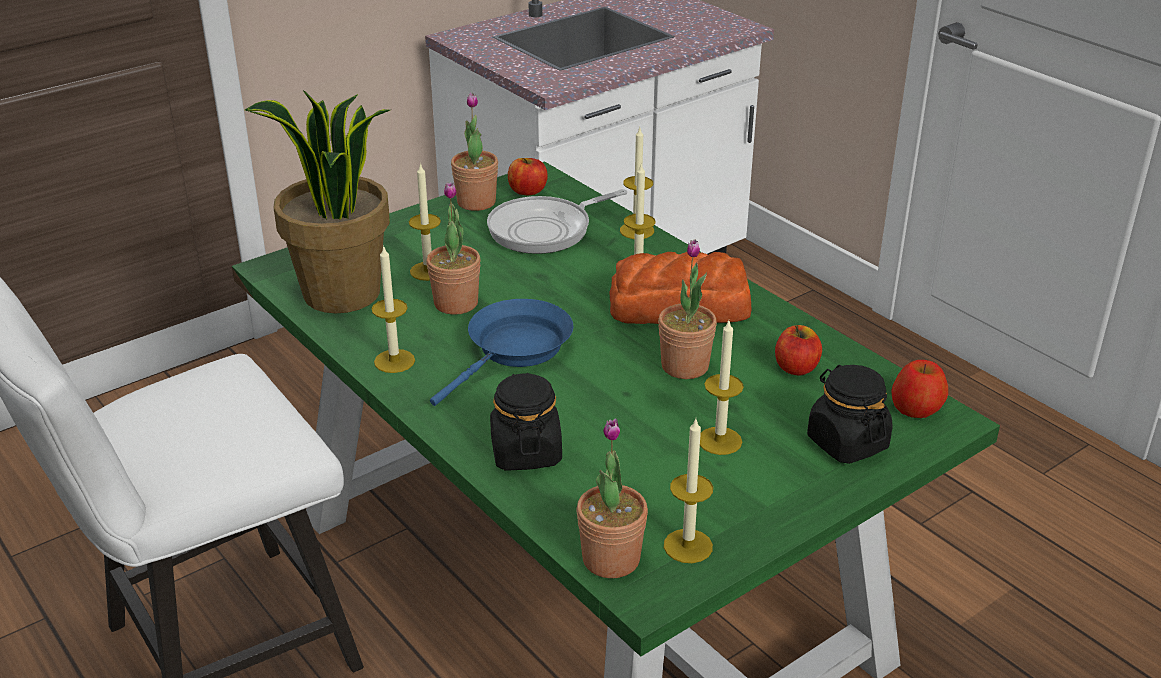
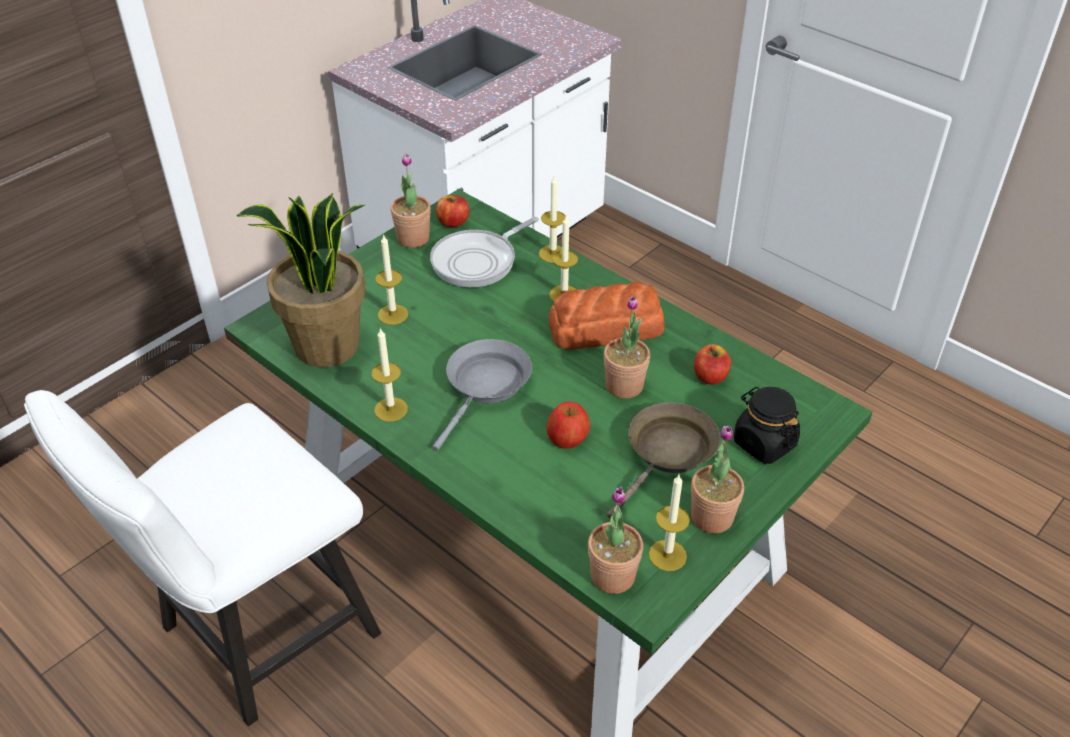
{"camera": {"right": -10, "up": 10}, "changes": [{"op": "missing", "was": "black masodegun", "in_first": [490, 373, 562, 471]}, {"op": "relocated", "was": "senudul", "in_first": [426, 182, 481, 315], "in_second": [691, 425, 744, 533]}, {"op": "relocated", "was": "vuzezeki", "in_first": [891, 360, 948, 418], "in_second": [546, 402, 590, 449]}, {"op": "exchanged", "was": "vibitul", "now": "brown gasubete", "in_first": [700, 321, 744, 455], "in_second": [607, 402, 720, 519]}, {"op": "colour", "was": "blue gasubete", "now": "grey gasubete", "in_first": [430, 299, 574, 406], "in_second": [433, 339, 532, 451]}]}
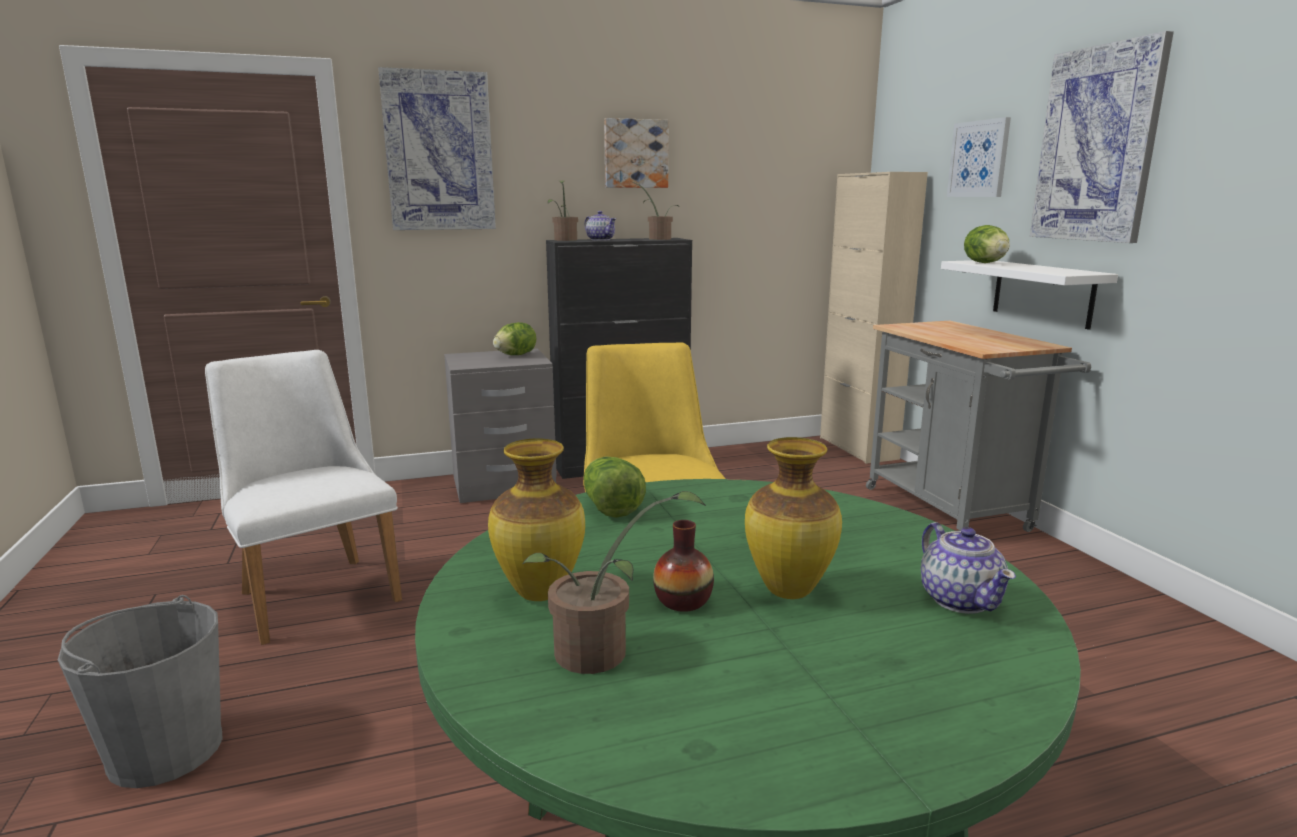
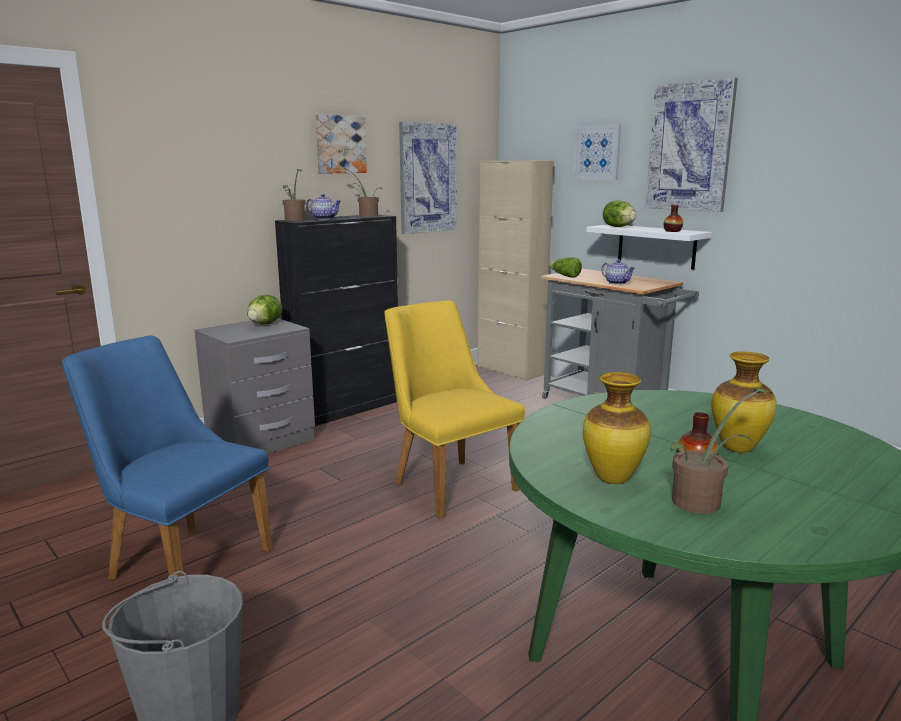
{"camera": {"right": -25, "up": 0}, "changes": [{"op": "appeared", "now": "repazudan", "in_second": [664, 205, 683, 232]}, {"op": "relocated", "was": "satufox", "in_first": [378, 67, 496, 230], "in_second": [399, 122, 457, 234]}, {"op": "relocated", "was": "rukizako", "in_first": [584, 457, 646, 518], "in_second": [549, 257, 582, 278]}, {"op": "relocated", "was": "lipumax", "in_first": [921, 522, 1016, 614], "in_second": [601, 260, 635, 285]}, {"op": "colour", "was": "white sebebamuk", "now": "blue sebebamuk", "in_first": [205, 350, 402, 645], "in_second": [62, 336, 273, 580]}]}
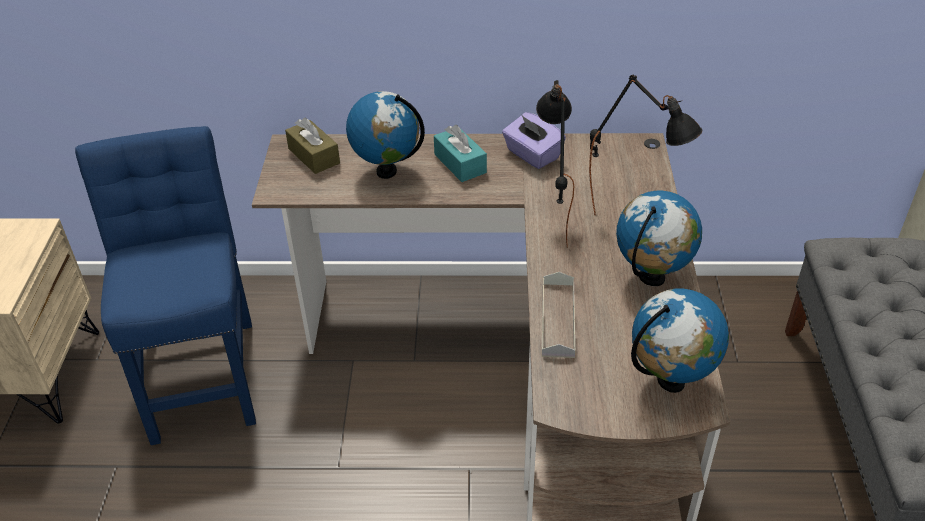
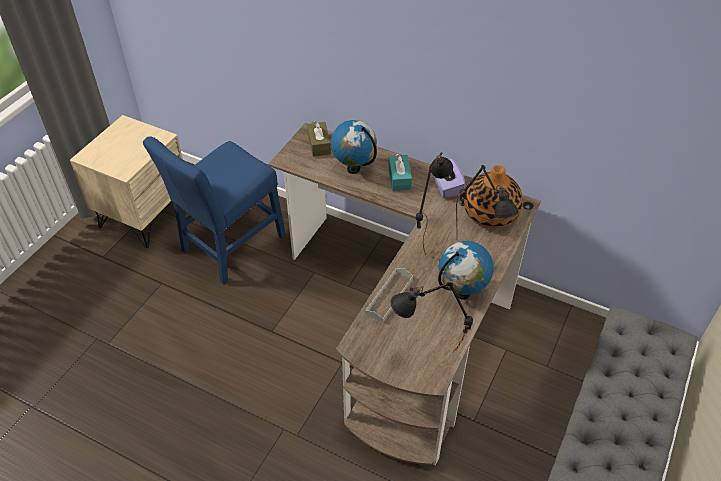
{"camera": {"right": 25, "up": 5}, "changes": [{"op": "appeared", "now": "repazudan", "in_second": [464, 165, 523, 228]}, {"op": "exchanged", "was": "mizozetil", "now": "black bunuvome", "in_first": [631, 288, 729, 393], "in_second": [390, 282, 473, 353]}, {"op": "spun", "was": "blue sebebamuk", "in_first": [75, 126, 256, 445], "in_second": [143, 136, 286, 285], "clockwise": -150}]}
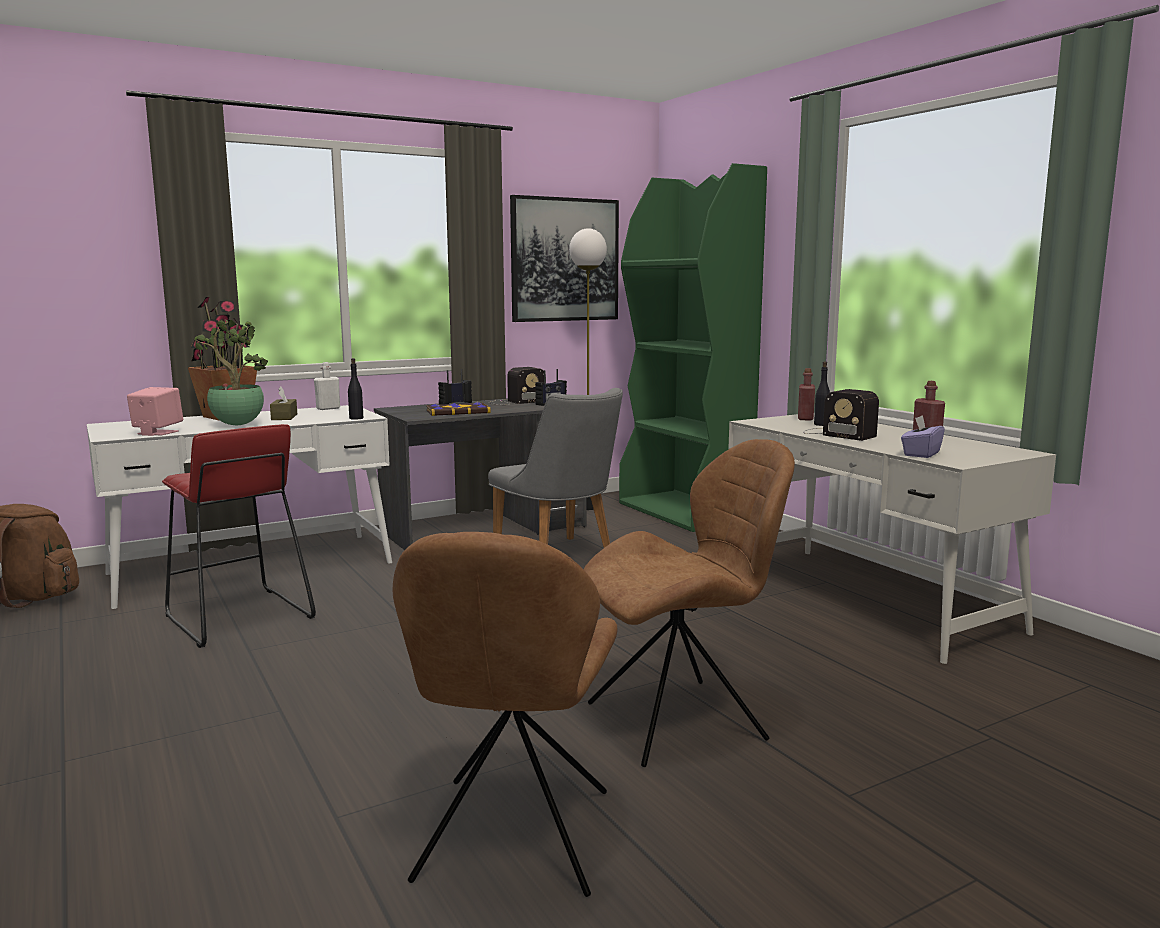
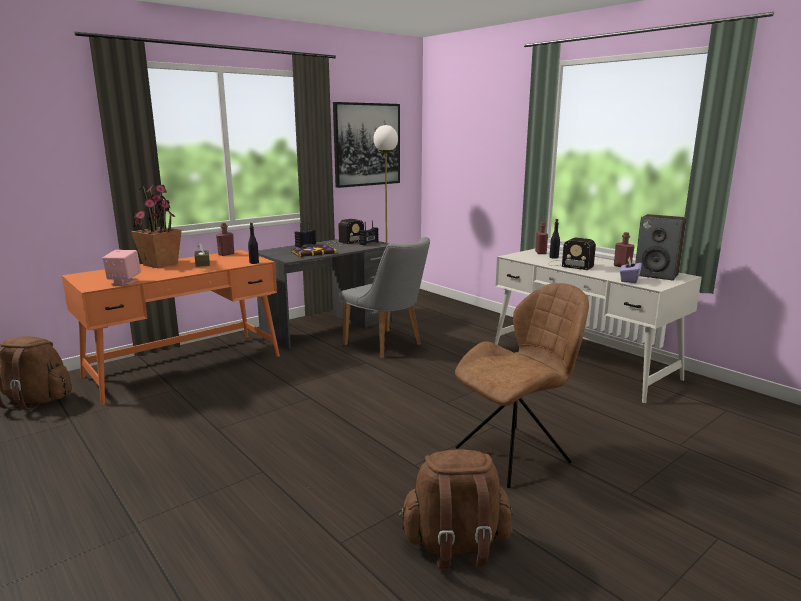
{"camera": {"right": -10, "up": 5}, "changes": [{"op": "missing", "was": "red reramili", "in_first": [162, 424, 316, 648]}, {"op": "missing", "was": "senudul", "in_first": [195, 319, 268, 425]}, {"op": "missing", "was": "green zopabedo", "in_first": [619, 163, 767, 532]}, {"op": "appeared", "now": "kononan", "in_second": [635, 214, 686, 281]}, {"op": "exchanged", "was": "brown sebebamuk", "now": "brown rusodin", "in_first": [392, 532, 618, 897], "in_second": [399, 449, 513, 569]}, {"op": "colour", "was": "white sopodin", "now": "orange sopodin", "in_first": [87, 405, 392, 609], "in_second": [62, 250, 280, 405]}, {"op": "colour", "was": "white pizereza", "now": "red pizereza", "in_first": [314, 362, 340, 410], "in_second": [216, 223, 234, 256]}]}
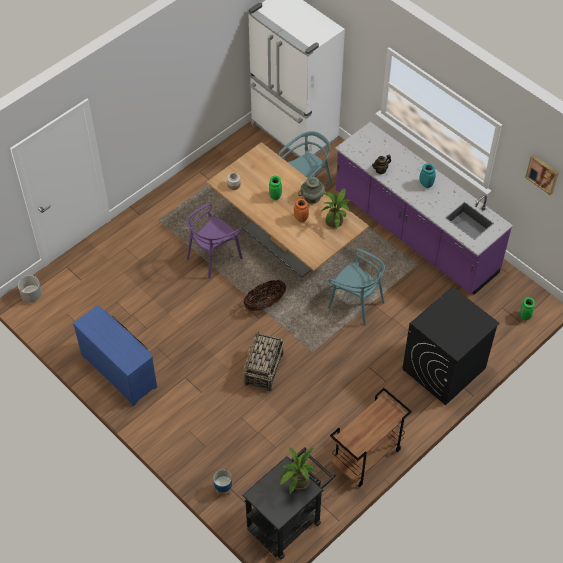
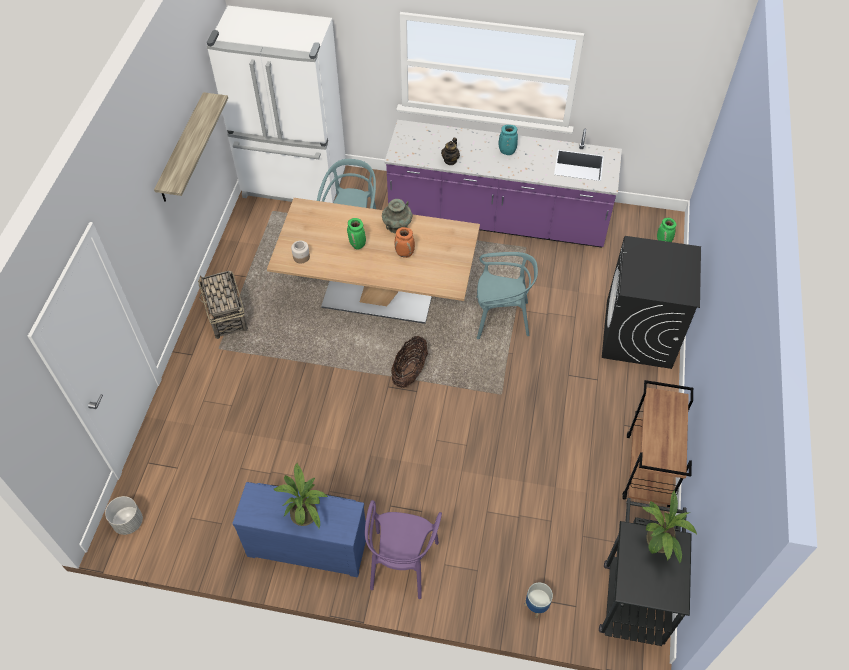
{"camera": {"right": -35, "up": 0}, "changes": [{"op": "missing", "was": "satufox", "in_first": [525, 155, 559, 195]}, {"op": "appeared", "now": "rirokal", "in_second": [154, 92, 228, 202]}, {"op": "relocated", "was": "purple sebebamuk", "in_first": [187, 203, 242, 279], "in_second": [365, 500, 442, 599]}, {"op": "relocated", "was": "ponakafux", "in_first": [243, 332, 284, 391], "in_second": [198, 271, 248, 339]}, {"op": "relocated", "was": "senudul", "in_first": [321, 188, 350, 229], "in_second": [273, 463, 328, 528]}]}
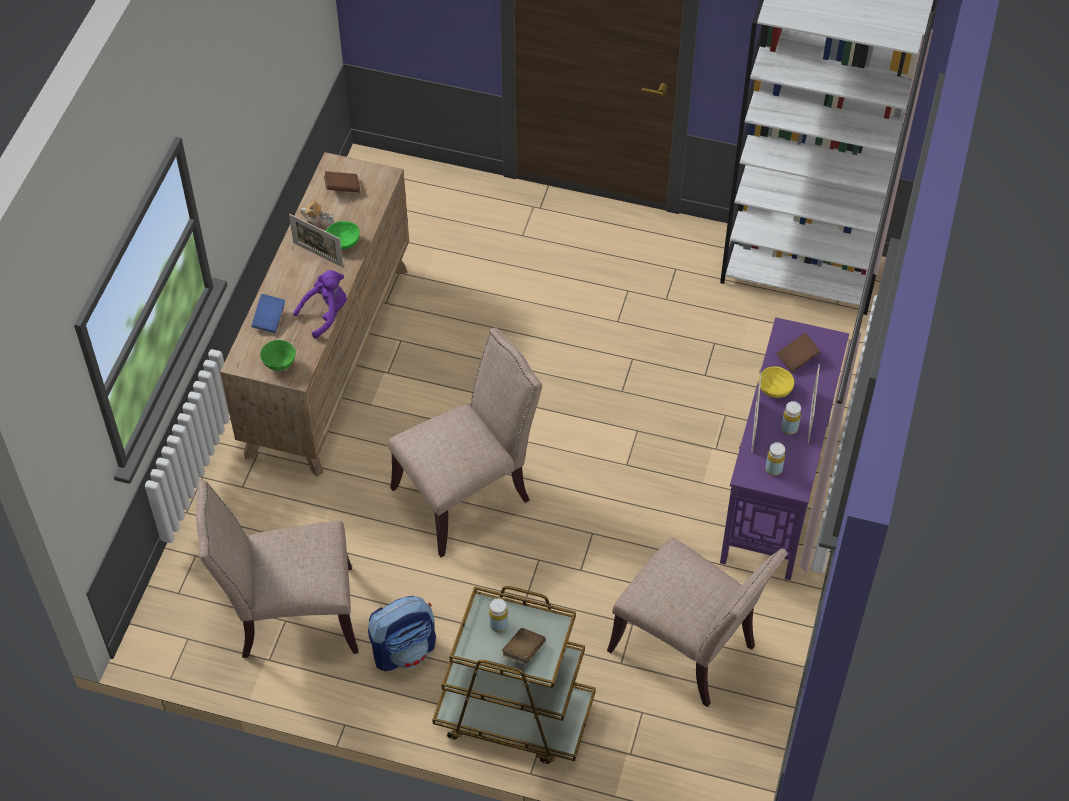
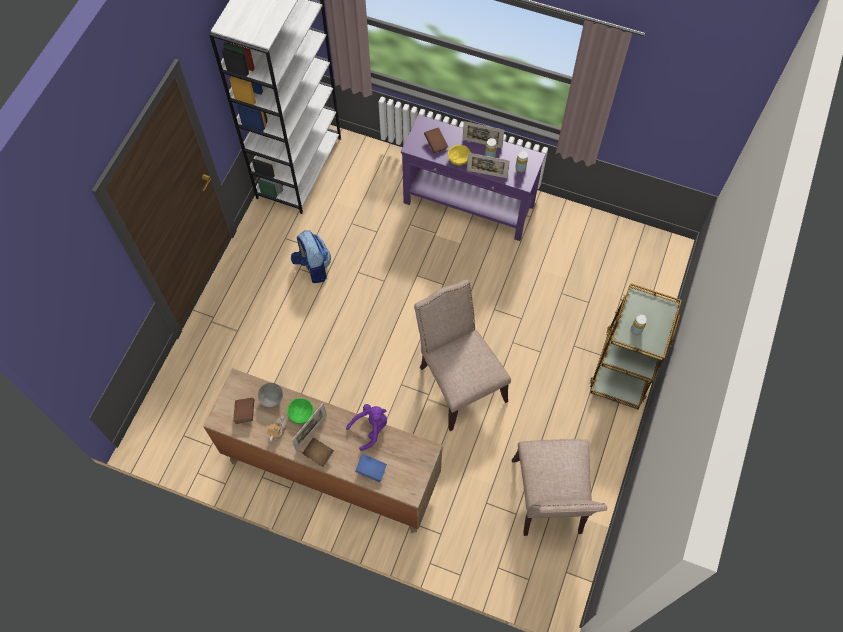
{"camera": {"right": -85, "up": 10}, "changes": [{"op": "missing", "was": "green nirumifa", "in_first": [260, 340, 296, 371]}, {"op": "missing", "was": "beige sebebamuk", "in_first": [607, 537, 788, 707]}, {"op": "appeared", "now": "grey nirumifa", "in_second": [258, 383, 283, 408]}, {"op": "relocated", "was": "rusodin", "in_first": [368, 596, 436, 671], "in_second": [291, 230, 331, 283]}, {"op": "relocated", "was": "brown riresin", "in_first": [502, 628, 546, 664], "in_second": [302, 438, 334, 467]}, {"op": "spun", "was": "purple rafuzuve", "in_first": [293, 270, 346, 338], "in_second": [346, 404, 387, 451], "clockwise": 90}]}
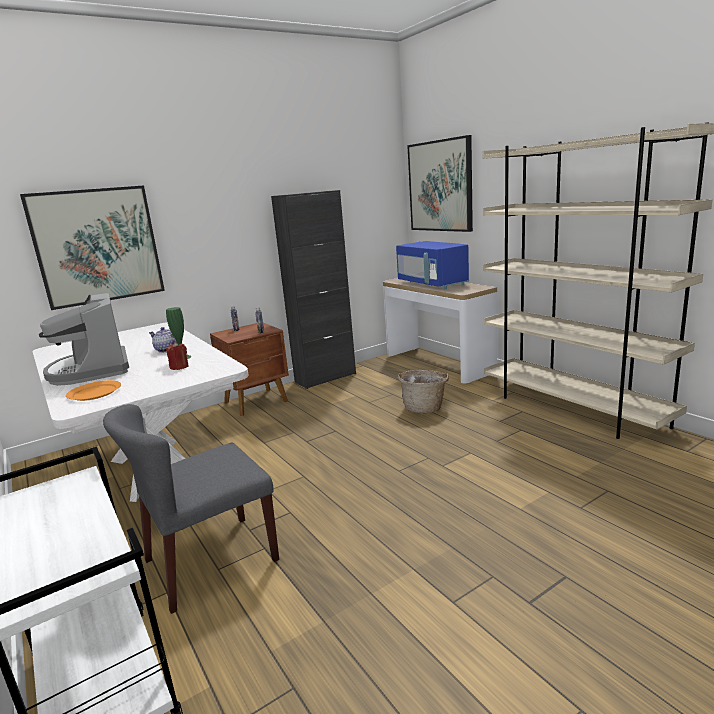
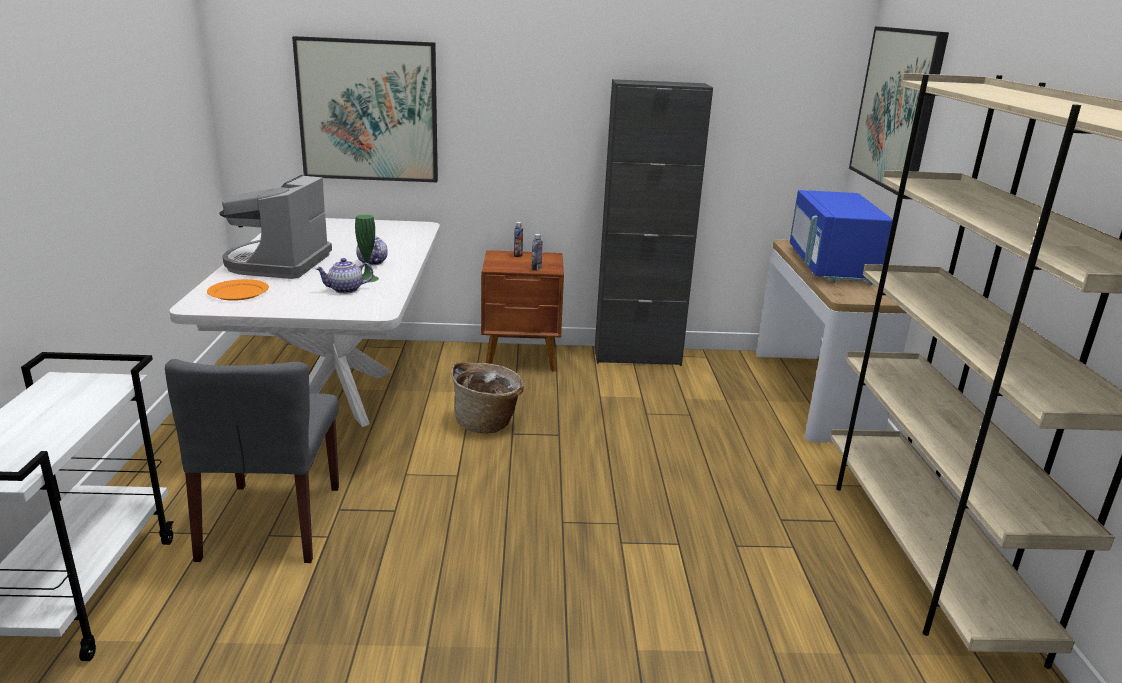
{"camera": {"right": 30, "up": 5}, "changes": [{"op": "relocated", "was": "ponakafux", "in_first": [397, 370, 449, 413], "in_second": [452, 362, 524, 433]}, {"op": "exchanged", "was": "red vibitul", "now": "lipumax", "in_first": [166, 342, 189, 370], "in_second": [315, 258, 373, 294]}, {"op": "spun", "was": "grey sebebamuk", "in_first": [103, 404, 279, 614], "in_second": [165, 359, 339, 563], "clockwise": -90}]}
